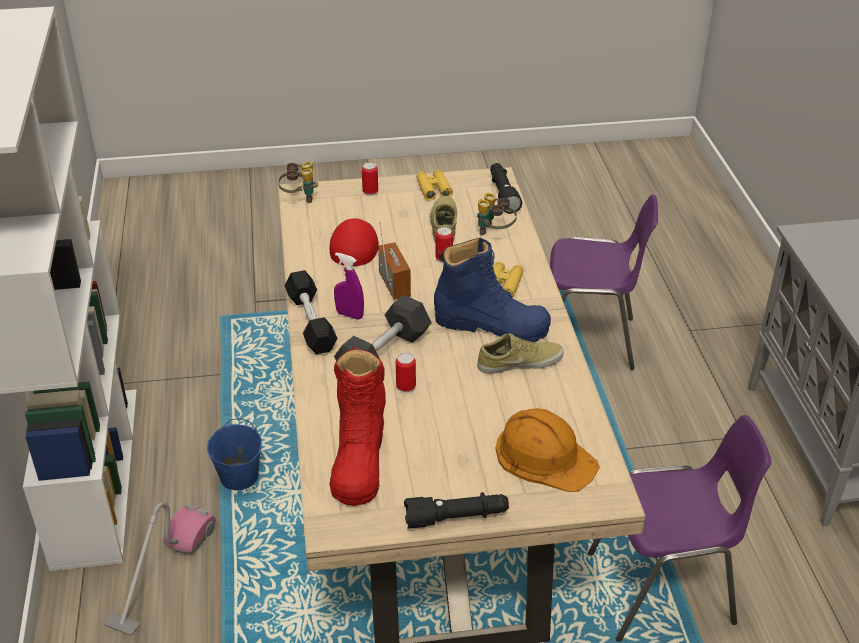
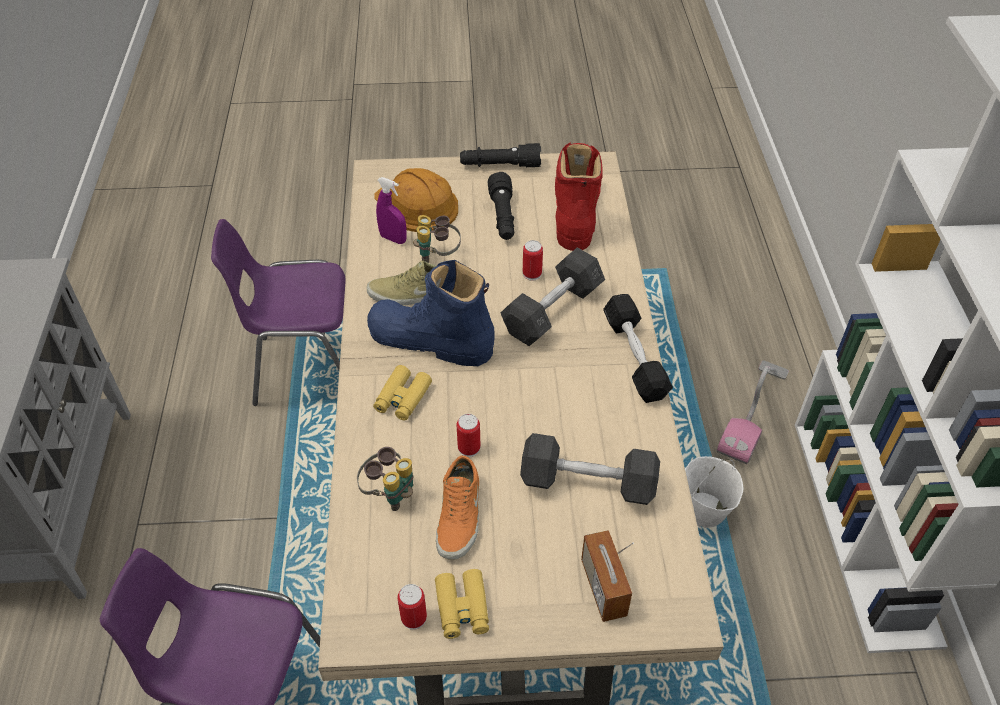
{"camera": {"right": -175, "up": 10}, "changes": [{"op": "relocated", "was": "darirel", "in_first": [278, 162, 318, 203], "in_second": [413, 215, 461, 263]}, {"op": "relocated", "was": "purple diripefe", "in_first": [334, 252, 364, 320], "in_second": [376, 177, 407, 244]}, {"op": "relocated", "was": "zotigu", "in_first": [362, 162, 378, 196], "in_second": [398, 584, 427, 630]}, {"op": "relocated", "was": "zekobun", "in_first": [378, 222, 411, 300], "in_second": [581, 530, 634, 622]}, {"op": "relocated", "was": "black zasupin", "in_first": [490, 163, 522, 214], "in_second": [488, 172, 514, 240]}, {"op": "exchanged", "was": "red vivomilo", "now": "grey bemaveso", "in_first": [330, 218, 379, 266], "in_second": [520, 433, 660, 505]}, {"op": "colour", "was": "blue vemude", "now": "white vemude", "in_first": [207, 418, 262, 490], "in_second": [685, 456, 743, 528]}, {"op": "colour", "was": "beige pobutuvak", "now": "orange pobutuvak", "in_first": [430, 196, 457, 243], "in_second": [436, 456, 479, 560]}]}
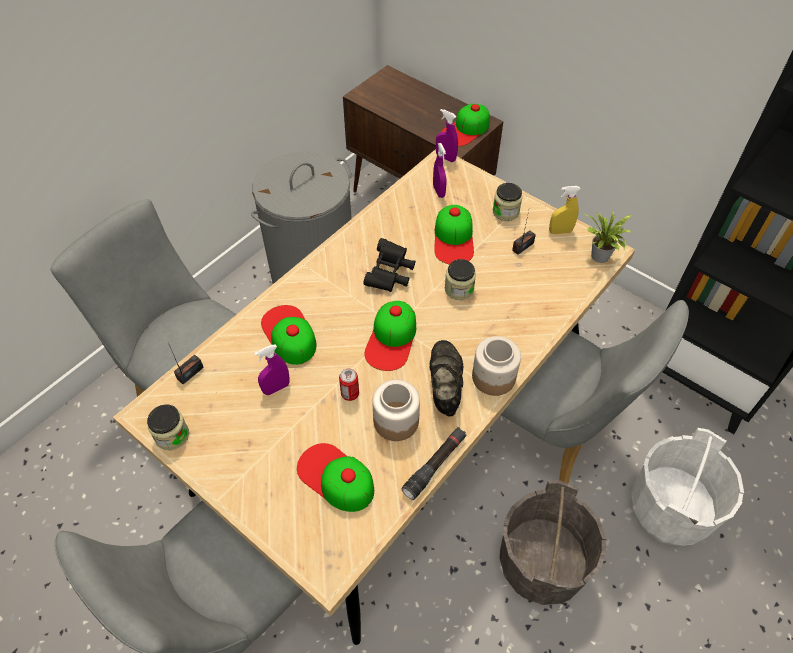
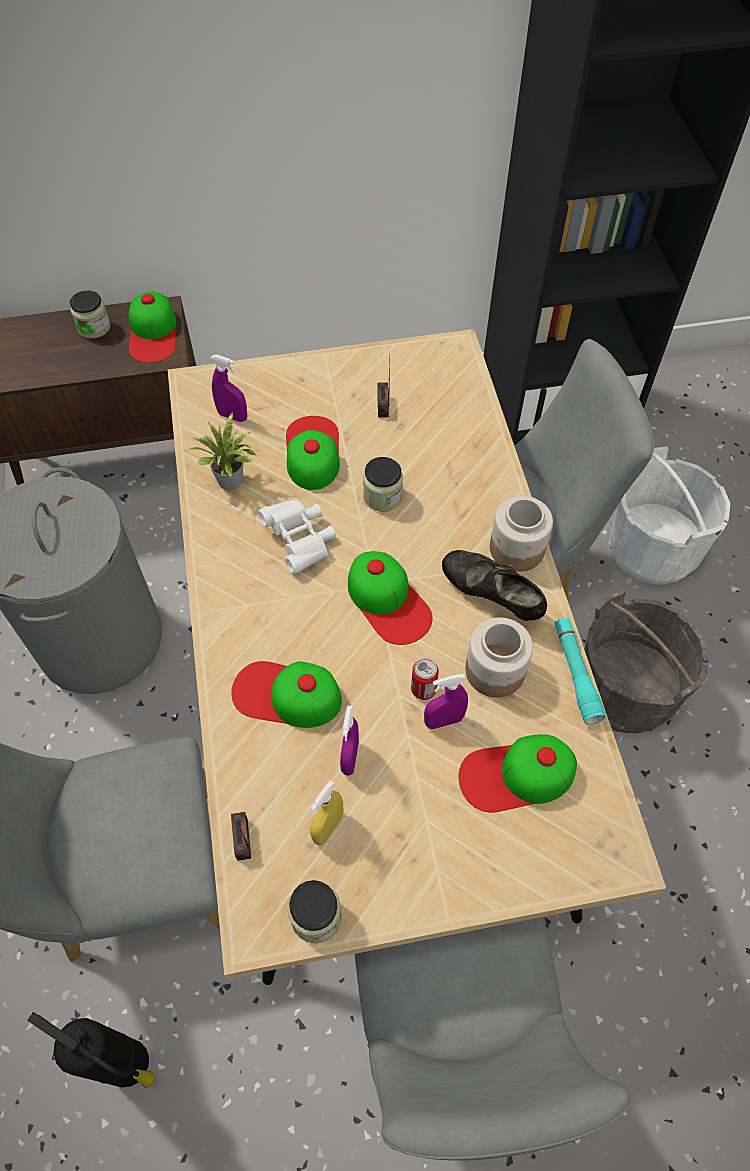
{"camera": {"right": -50, "up": 5}, "changes": [{"op": "appeared", "now": "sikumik", "in_second": [28, 1012, 155, 1088]}, {"op": "relocated", "was": "purple diripefe", "in_first": [436, 109, 458, 162], "in_second": [424, 674, 468, 729]}, {"op": "relocated", "was": "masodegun", "in_first": [493, 183, 522, 221], "in_second": [70, 290, 110, 339]}, {"op": "relocated", "was": "yellow diripefe", "in_first": [549, 186, 581, 234], "in_second": [310, 781, 344, 845]}, {"op": "relocated", "was": "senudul", "in_first": [584, 210, 632, 263], "in_second": [184, 411, 257, 490]}, {"op": "colour", "was": "black darirel", "now": "white darirel", "in_first": [363, 238, 416, 292], "in_second": [258, 498, 336, 574]}, {"op": "colour", "was": "black zasupin", "now": "turquoise zasupin", "in_first": [401, 427, 466, 500], "in_second": [555, 617, 606, 724]}, {"op": "spun", "was": "vivomilo", "in_first": [434, 205, 474, 265], "in_second": [286, 416, 340, 490], "clockwise": -135}]}
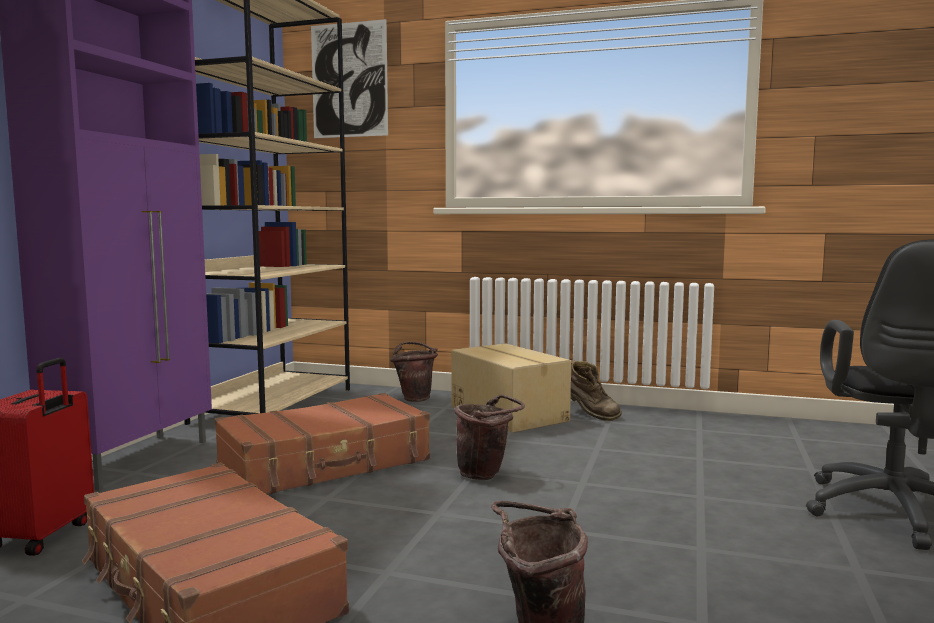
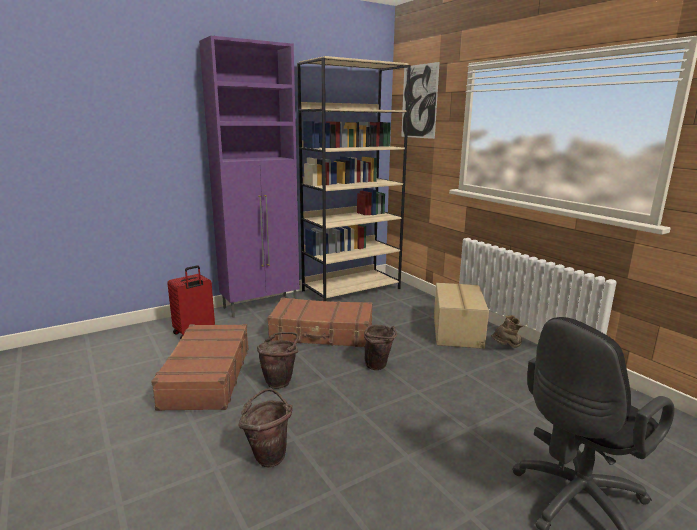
{"camera": {"right": 40, "up": 10}, "changes": [{"op": "relocated", "was": "brown vemude", "in_first": [390, 341, 438, 402], "in_second": [257, 332, 299, 389]}, {"op": "spun", "was": "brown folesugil", "in_first": [571, 360, 622, 421], "in_second": [491, 315, 525, 348], "clockwise": -120}]}
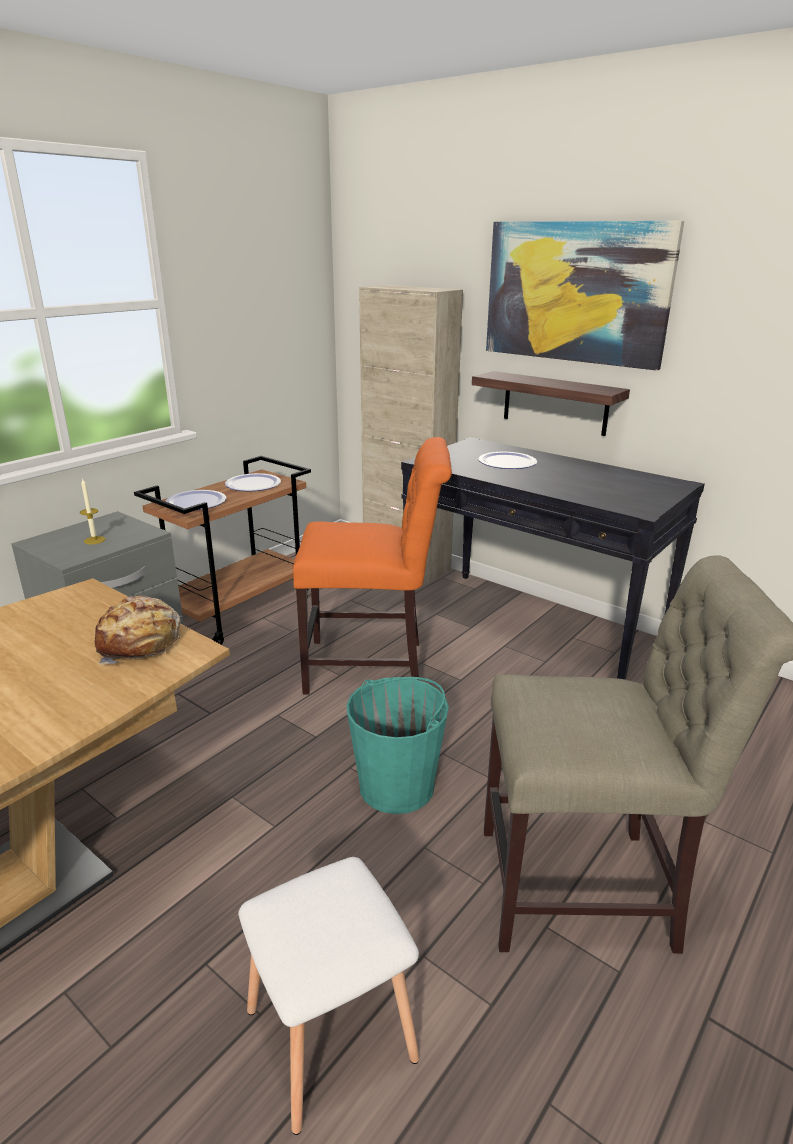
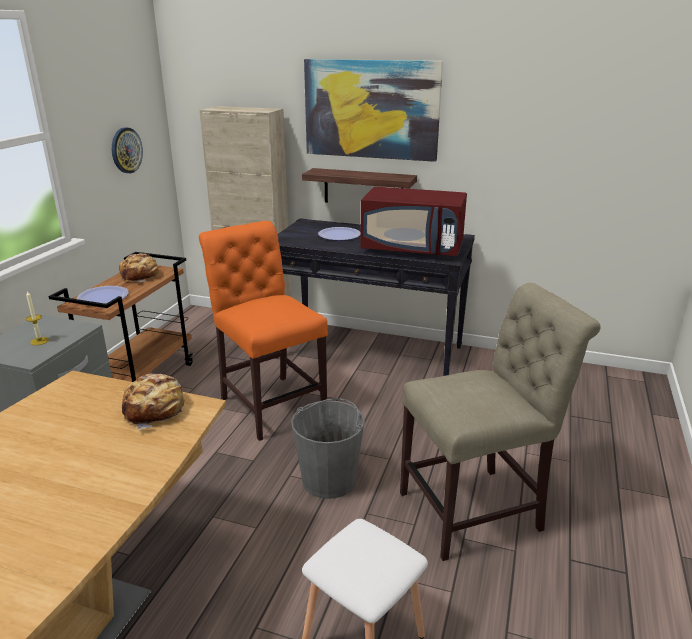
{"camera": {"right": -20, "up": 0}, "changes": [{"op": "appeared", "now": "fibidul", "in_second": [112, 127, 143, 173]}, {"op": "appeared", "now": "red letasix", "in_second": [360, 187, 467, 257]}, {"op": "exchanged", "was": "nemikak", "now": "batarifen", "in_first": [225, 473, 281, 491], "in_second": [119, 253, 160, 283]}, {"op": "colour", "was": "turquoise vemude", "now": "grey vemude", "in_first": [346, 677, 449, 814], "in_second": [291, 398, 365, 499]}, {"op": "spun", "was": "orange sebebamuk", "in_first": [293, 437, 452, 694], "in_second": [199, 221, 328, 441], "clockwise": -105}]}
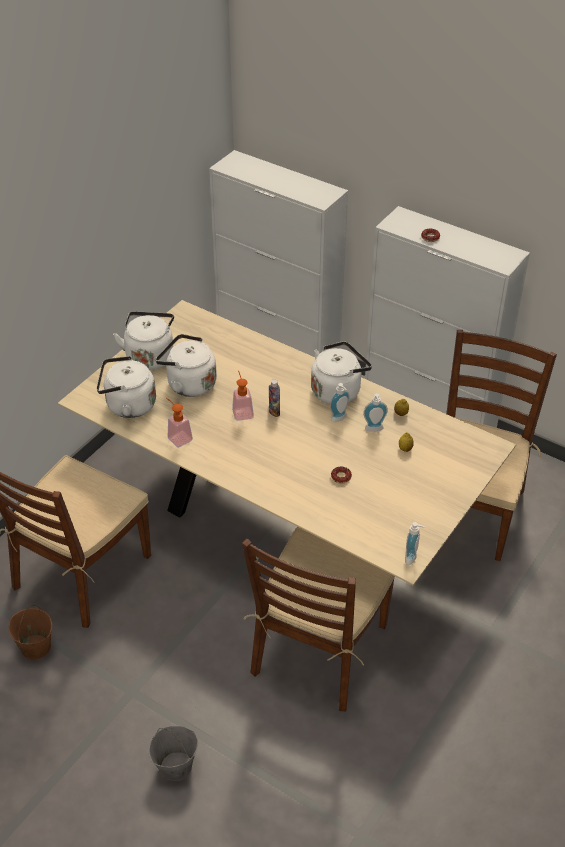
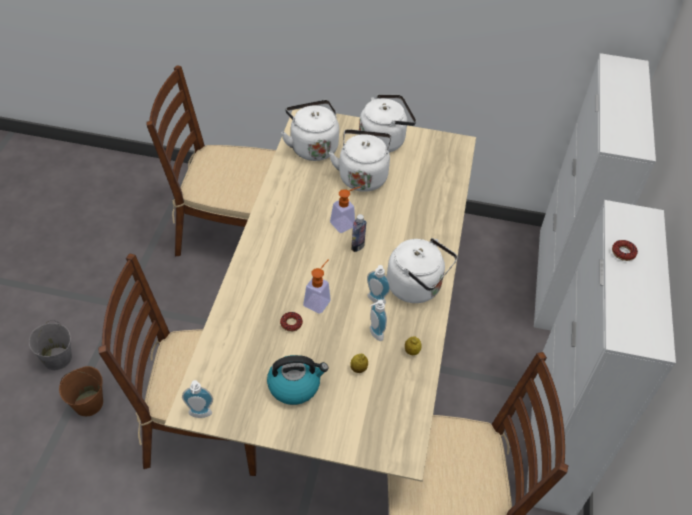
{"camera": {"right": 65, "up": 5}, "changes": [{"op": "appeared", "now": "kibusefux", "in_second": [267, 355, 328, 405]}, {"op": "relocated", "was": "brown vemude", "in_first": [9, 605, 52, 660], "in_second": [59, 366, 103, 416]}, {"op": "relocated", "was": "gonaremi", "in_first": [166, 398, 193, 448], "in_second": [303, 259, 331, 314]}]}
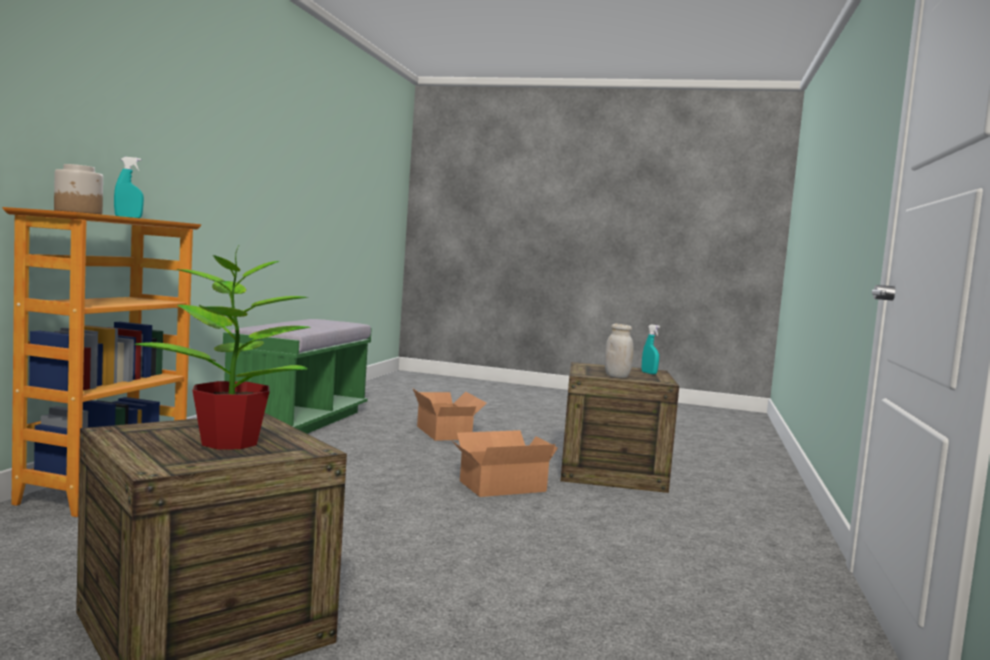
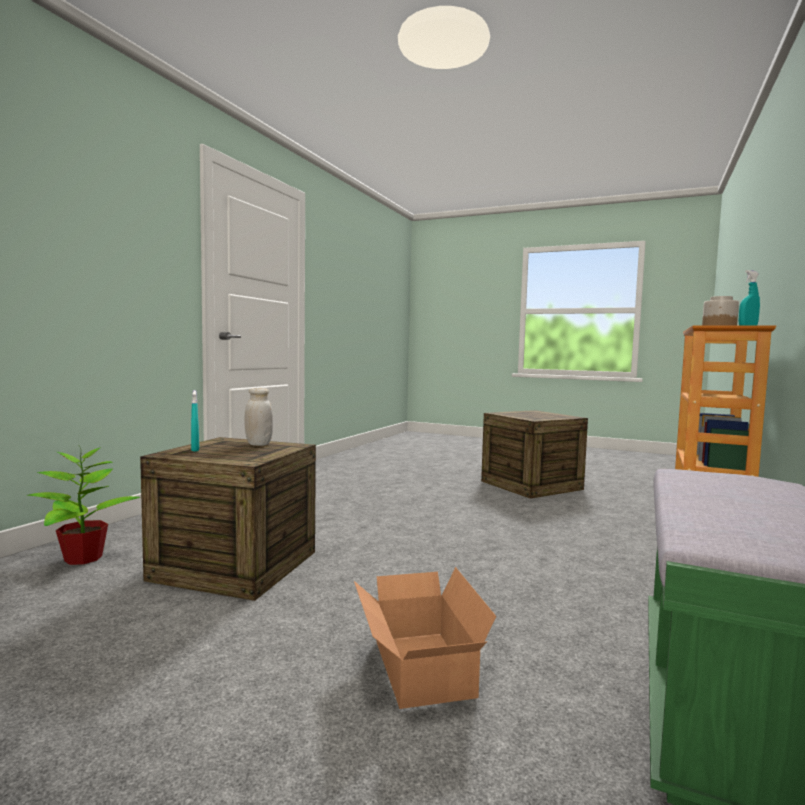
{"camera": {"right": -170, "up": 0}, "changes": [{"op": "missing", "was": "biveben", "in_first": [452, 430, 558, 497]}, {"op": "relocated", "was": "senudul", "in_first": [134, 246, 311, 450], "in_second": [27, 447, 141, 565]}]}
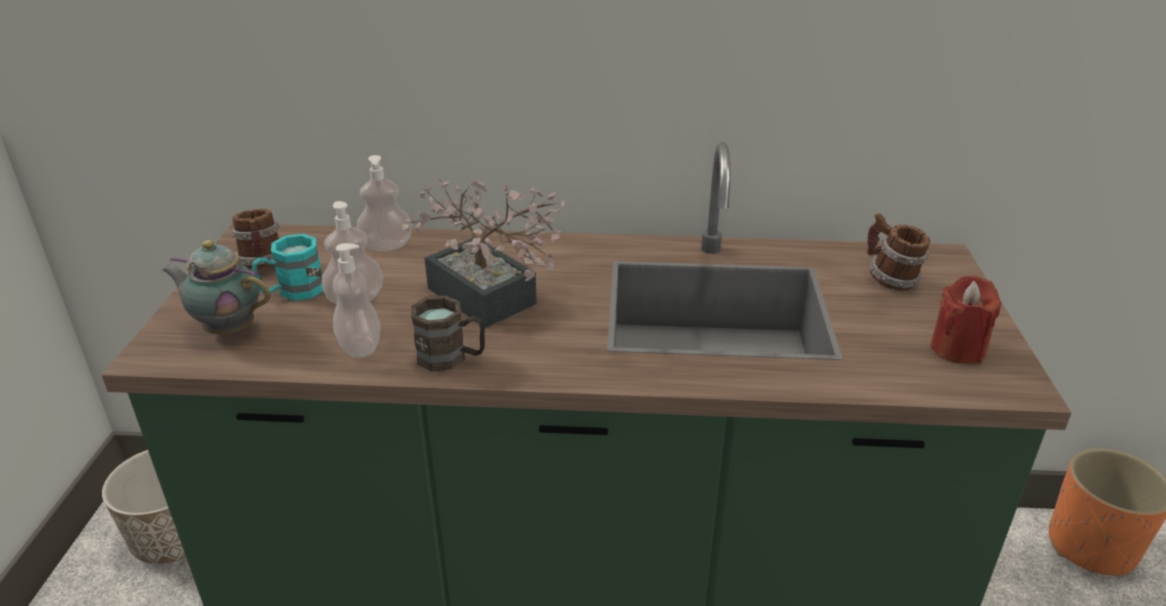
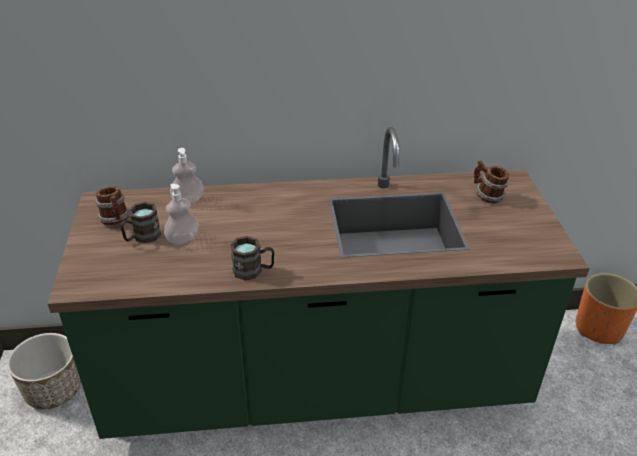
{"camera": {"right": -10, "up": 5}, "changes": [{"op": "missing", "was": "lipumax", "in_first": [162, 240, 271, 334]}, {"op": "missing", "was": "gonaremi", "in_first": [333, 243, 381, 358]}, {"op": "missing", "was": "senudul", "in_first": [401, 179, 567, 328]}, {"op": "missing", "was": "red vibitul", "in_first": [931, 276, 1001, 364]}, {"op": "colour", "was": "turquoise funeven", "now": "brown funeven", "in_first": [252, 234, 323, 301], "in_second": [120, 202, 161, 243]}]}
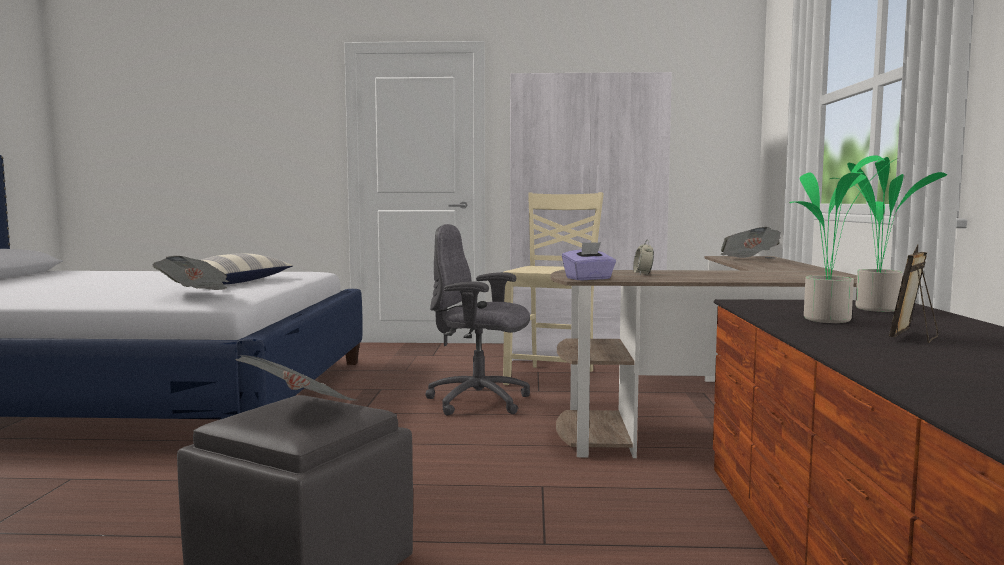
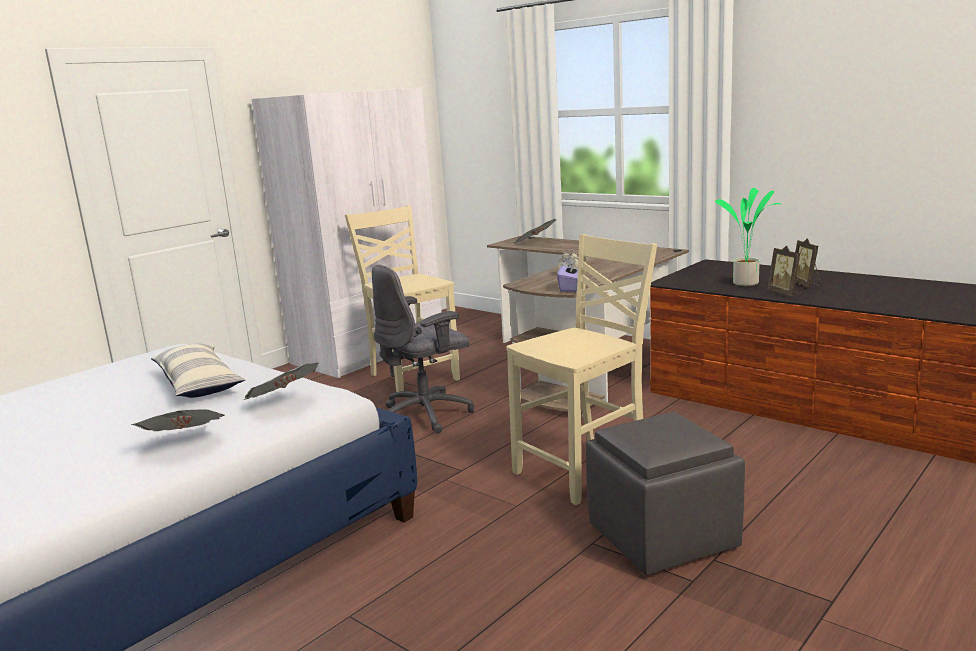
{"camera": {"right": -50, "up": 10}, "changes": [{"op": "missing", "was": "senudul", "in_first": [830, 157, 947, 312]}, {"op": "appeared", "now": "beige sebebamuk", "in_second": [506, 234, 657, 505]}, {"op": "appeared", "now": "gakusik", "in_second": [768, 246, 802, 296]}, {"op": "relocated", "was": "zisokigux", "in_first": [235, 355, 357, 401], "in_second": [131, 409, 224, 431]}]}
